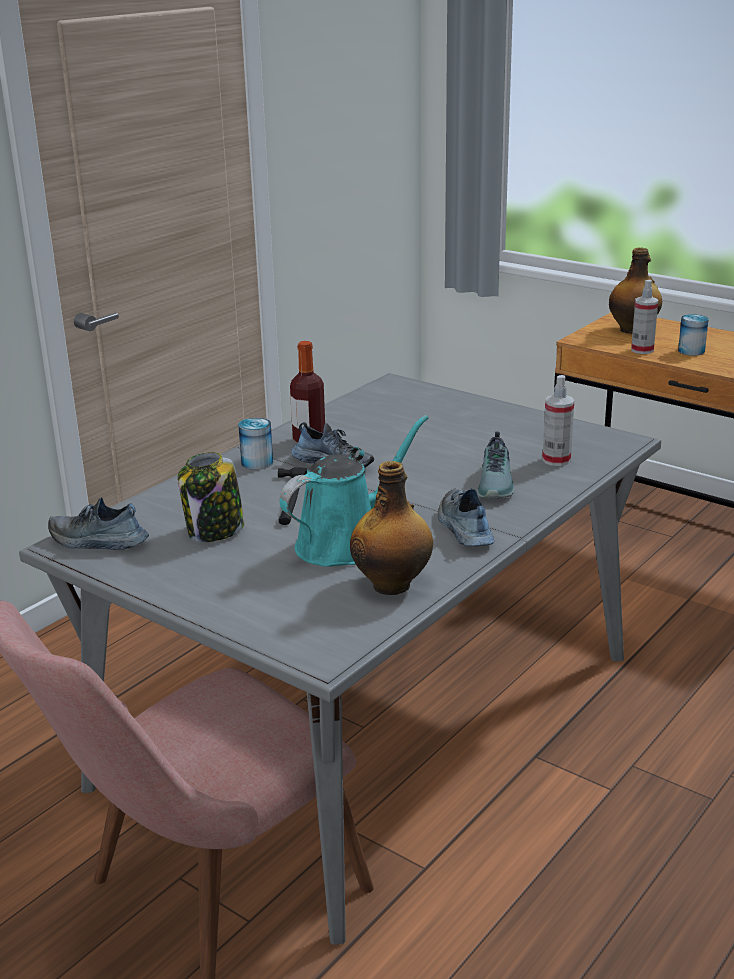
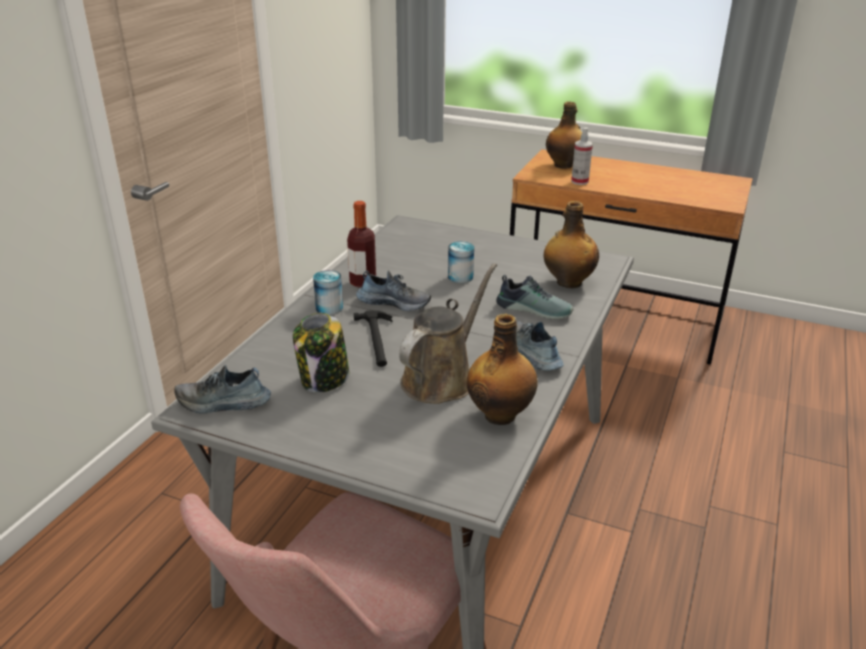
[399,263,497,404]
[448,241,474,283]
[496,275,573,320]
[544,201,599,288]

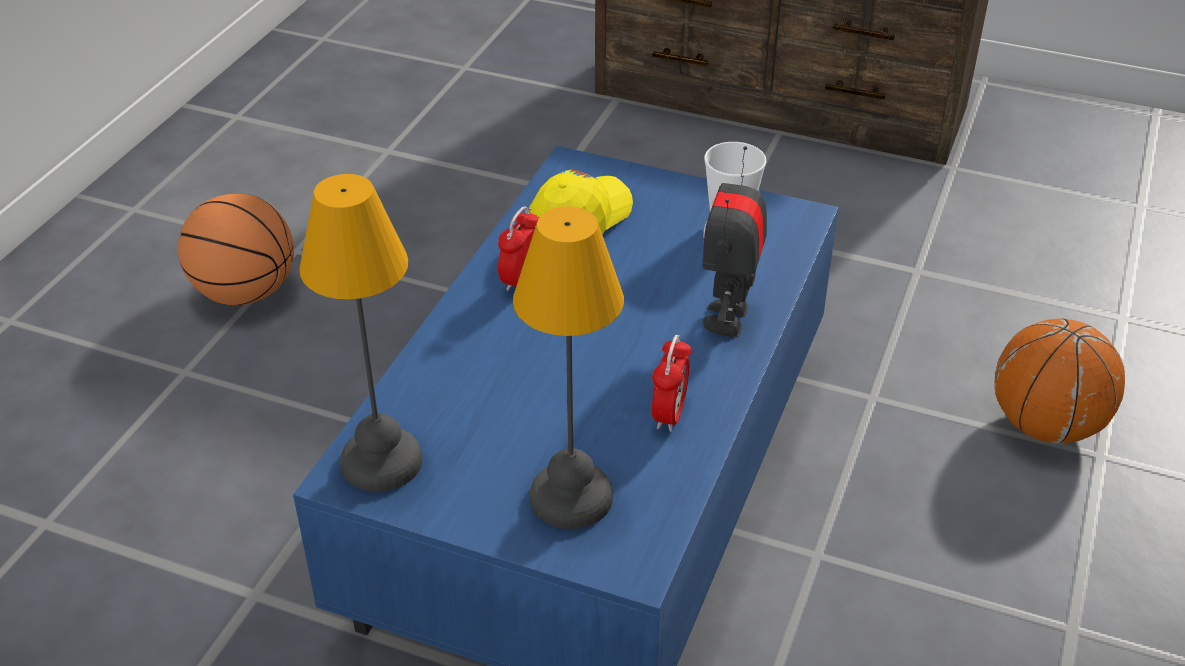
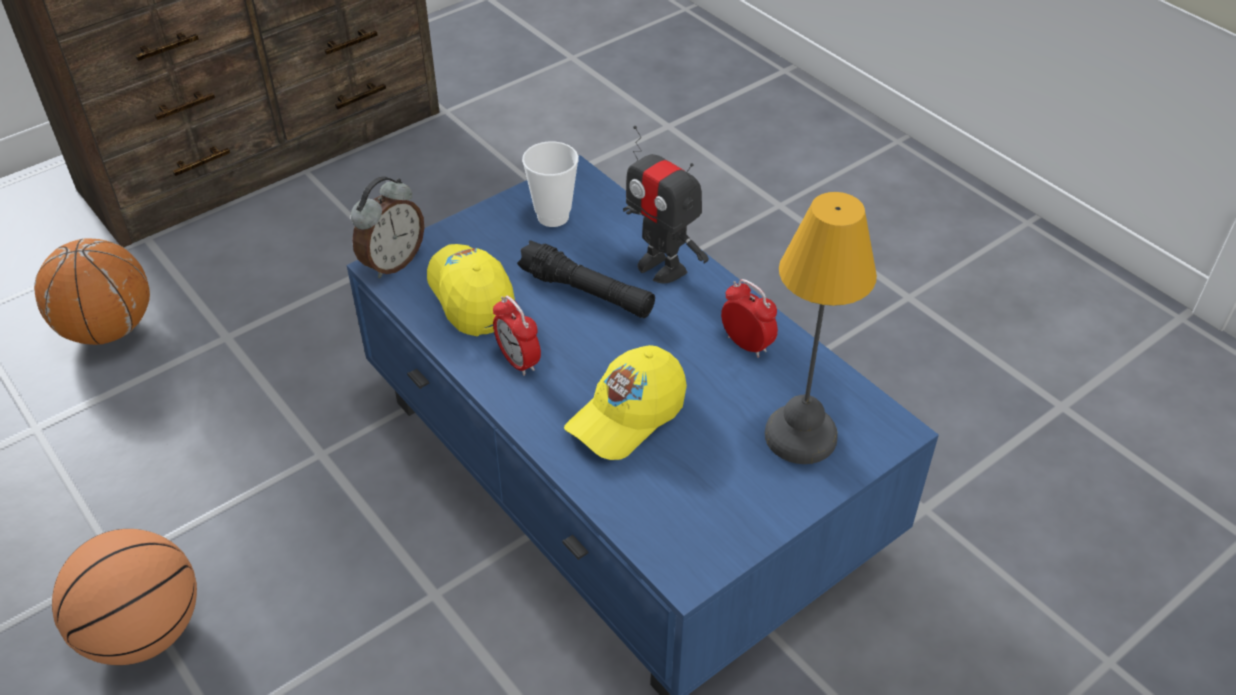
[34,239,150,345]
[351,176,424,278]
[517,240,655,318]
[564,345,687,460]
[299,174,423,492] (first image)

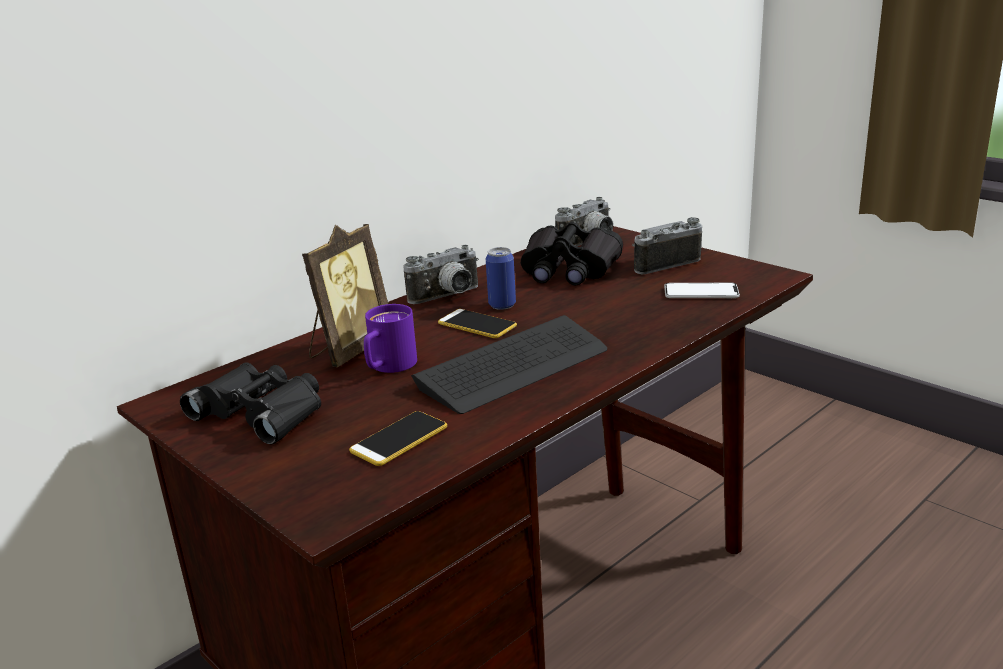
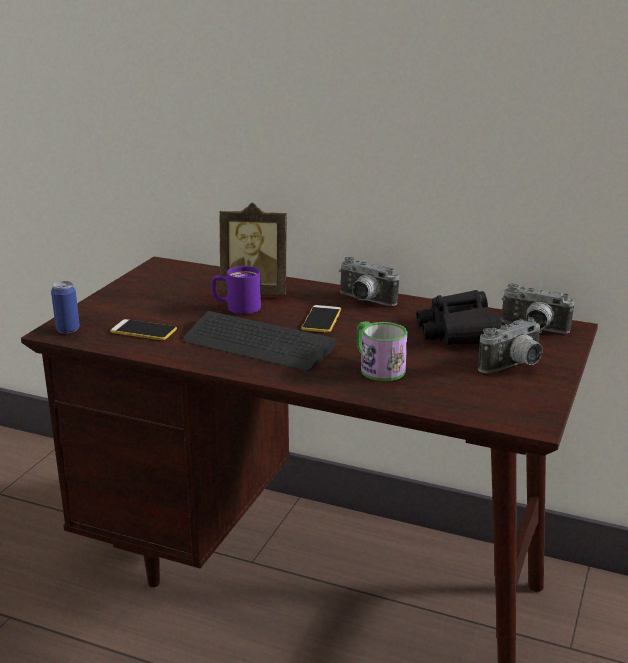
[51,281,80,334]
[356,321,407,381]
[478,317,543,373]
[180,362,321,445] (first image)
[664,282,740,298] (first image)

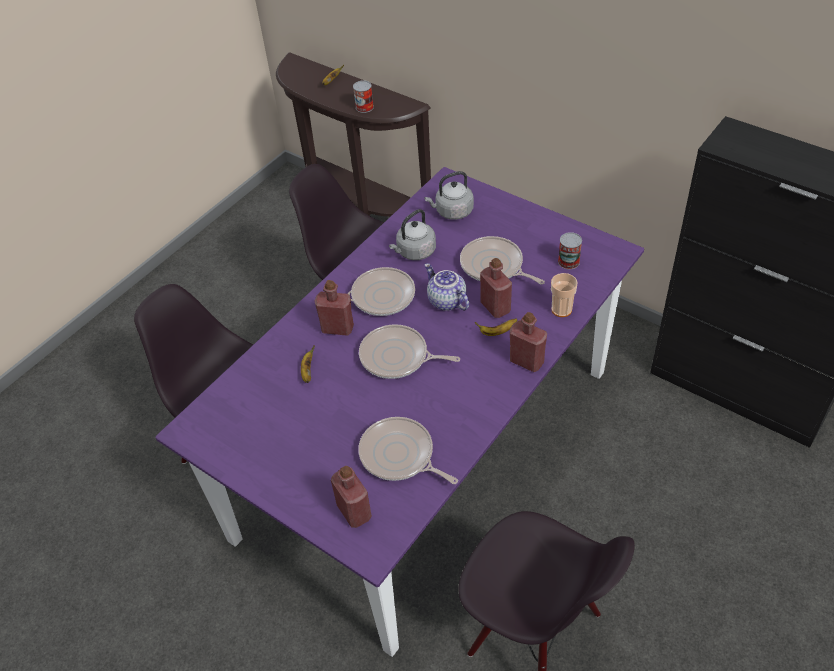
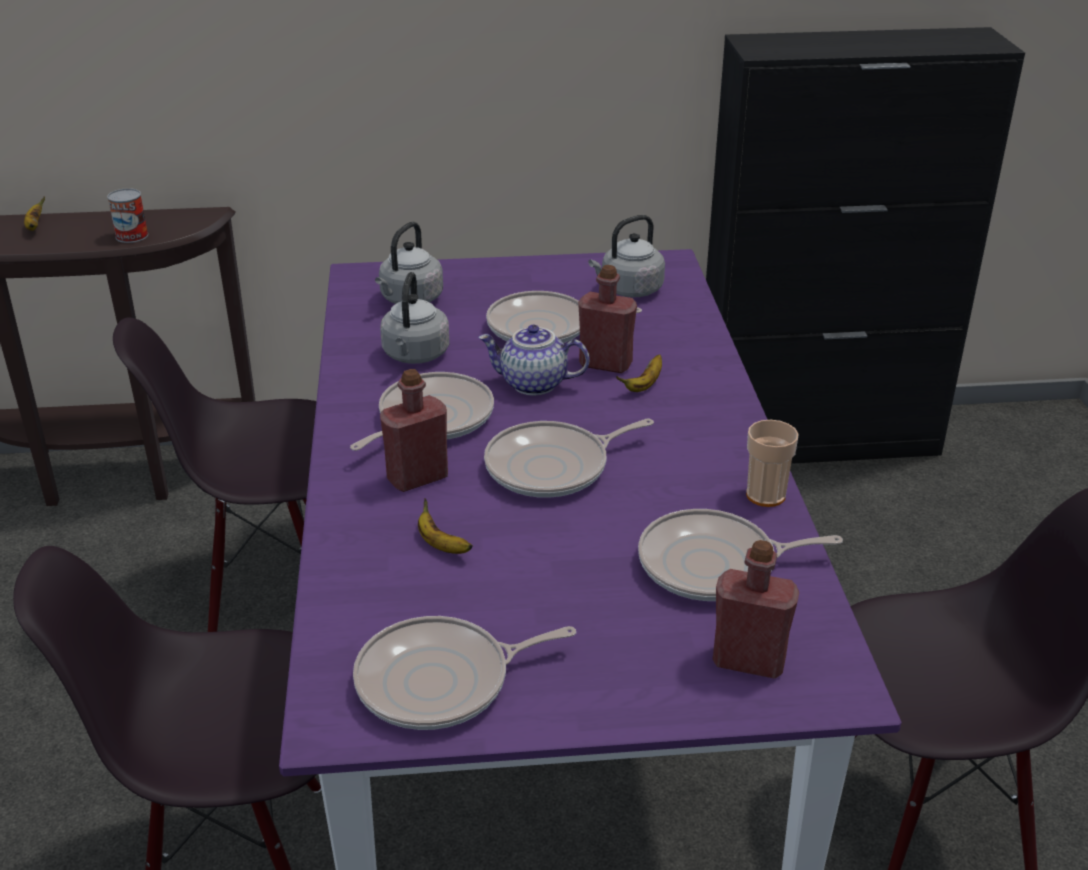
[353,616,576,730]
[588,215,665,297]
[746,420,799,507]
[510,312,547,372] (first image)

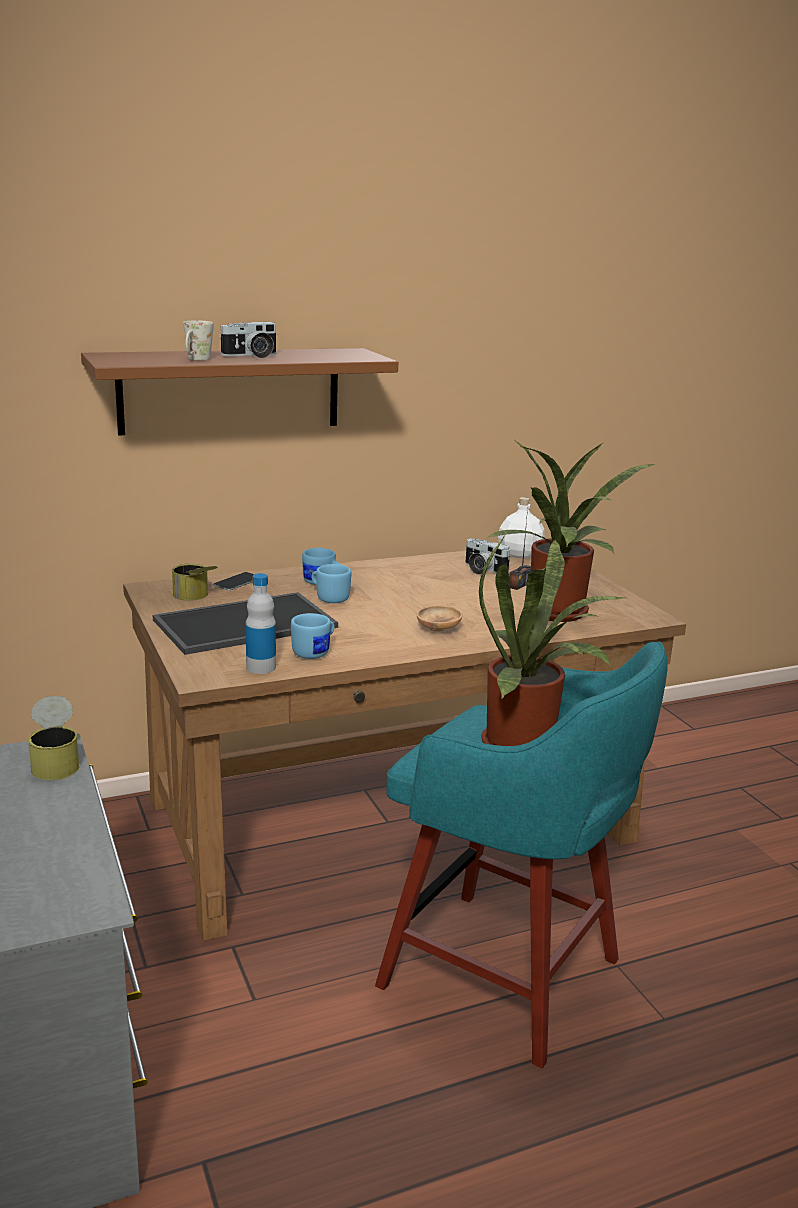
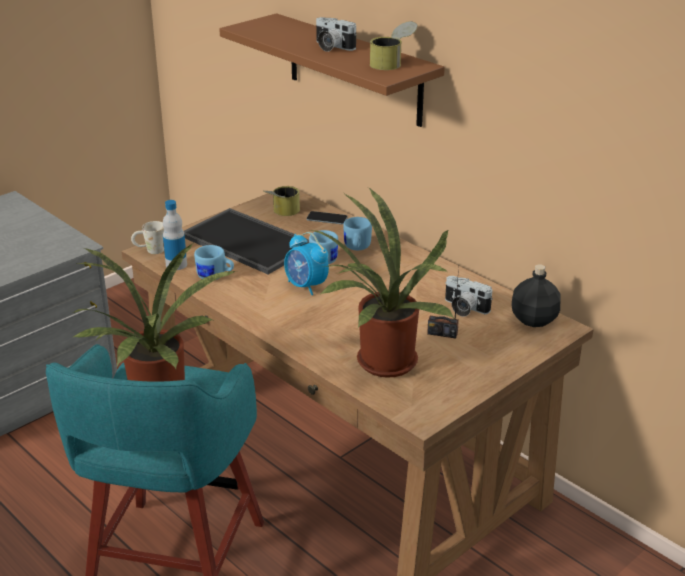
[131,221,164,254]
[284,232,329,295]
[370,21,418,70]
[445,276,493,317]
[511,264,560,327]
[417,606,462,632] (first image)

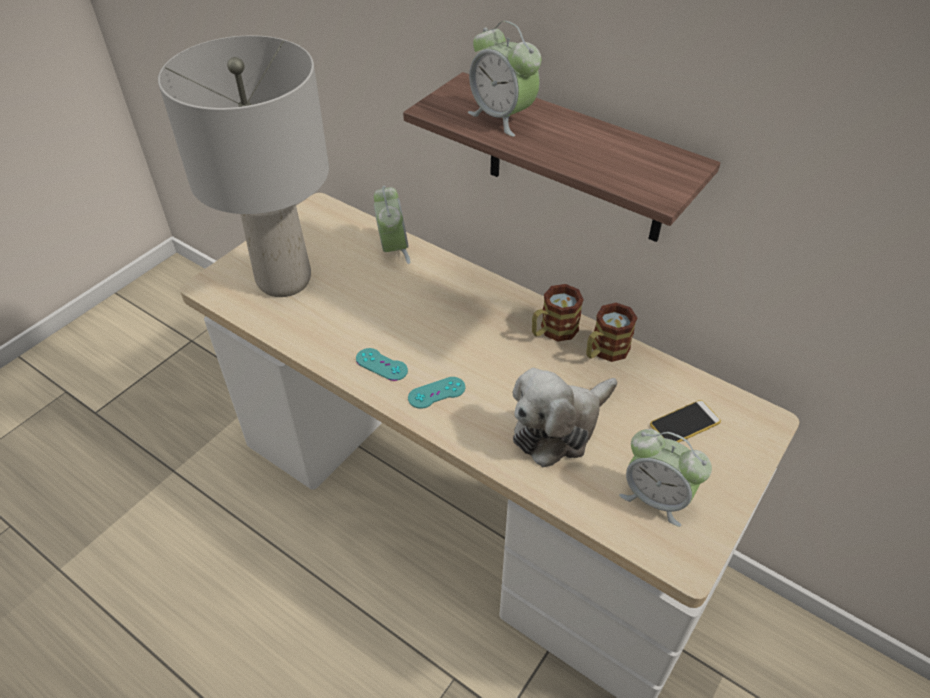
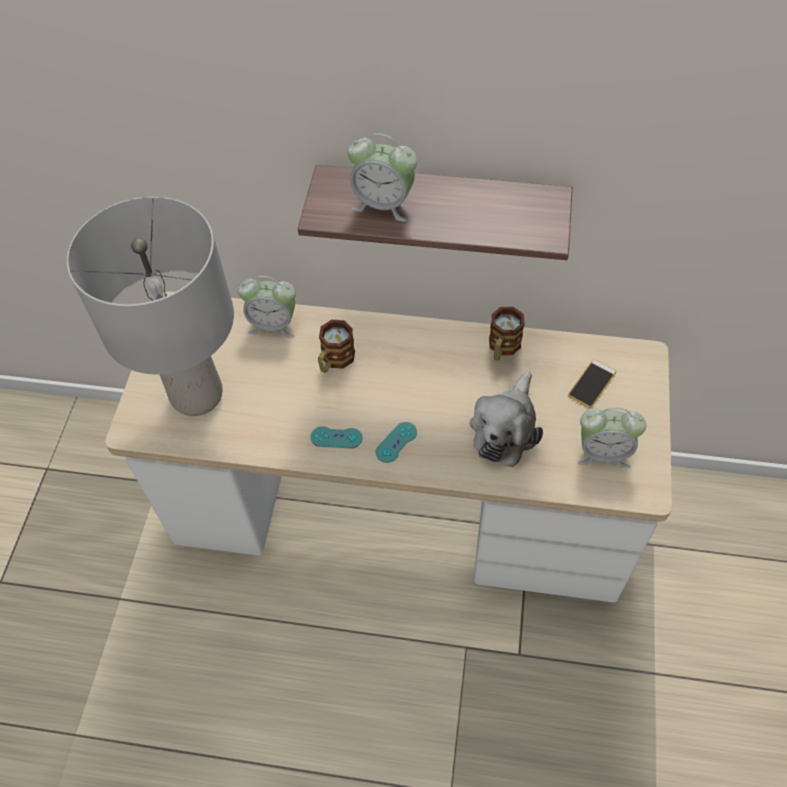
[238,276,296,337]
[318,320,355,373]

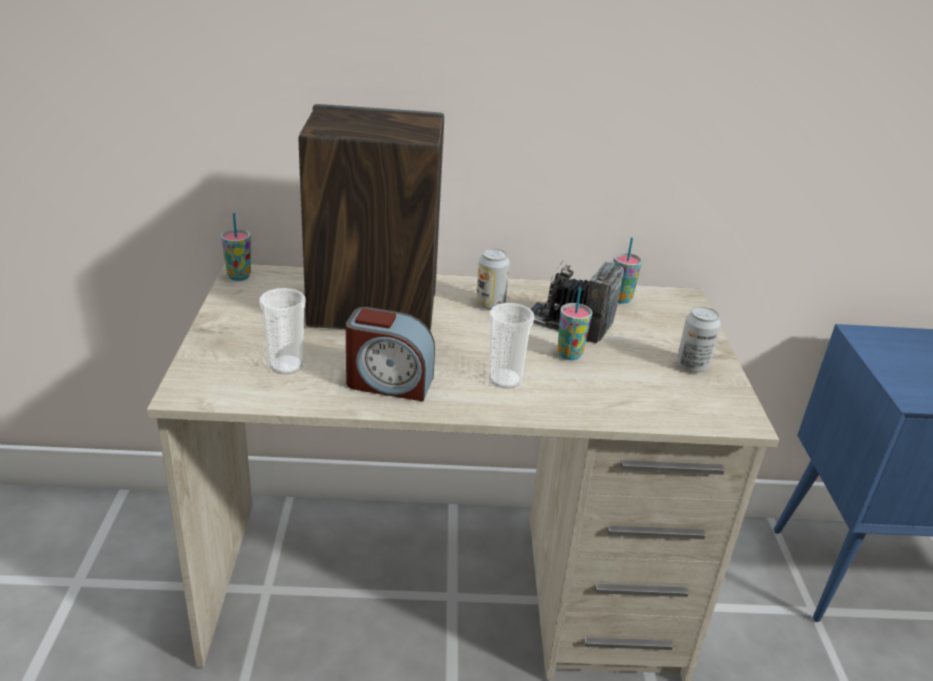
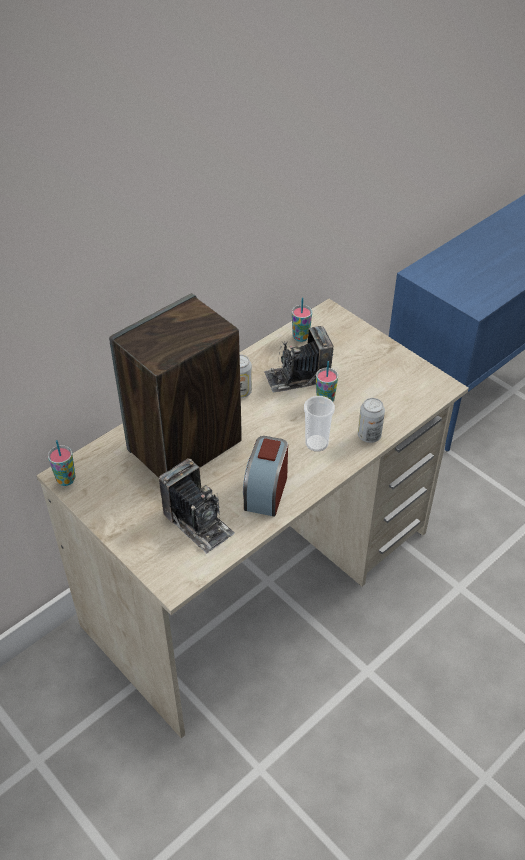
[159,459,235,554]
[243,436,288,517]
[358,398,385,443]

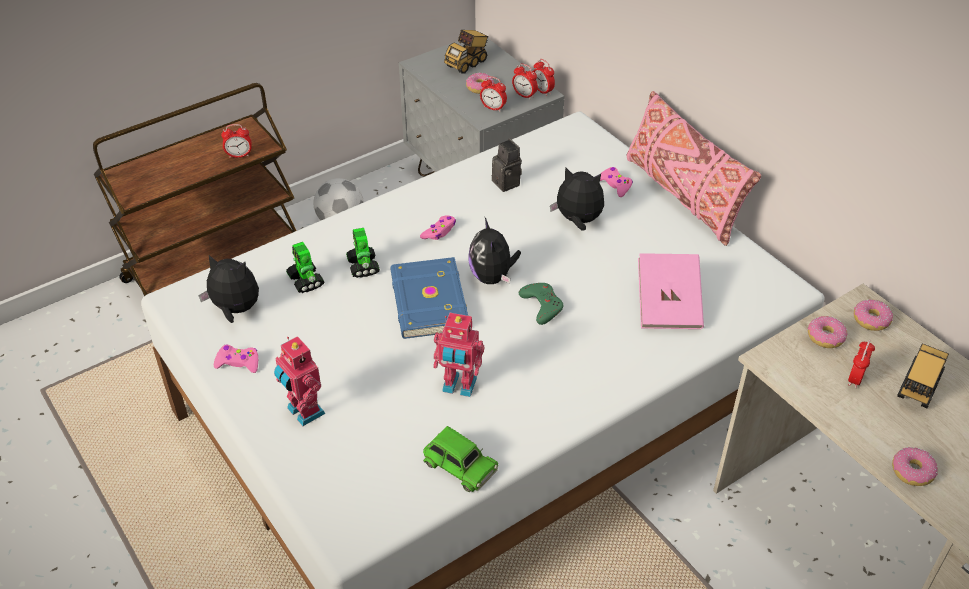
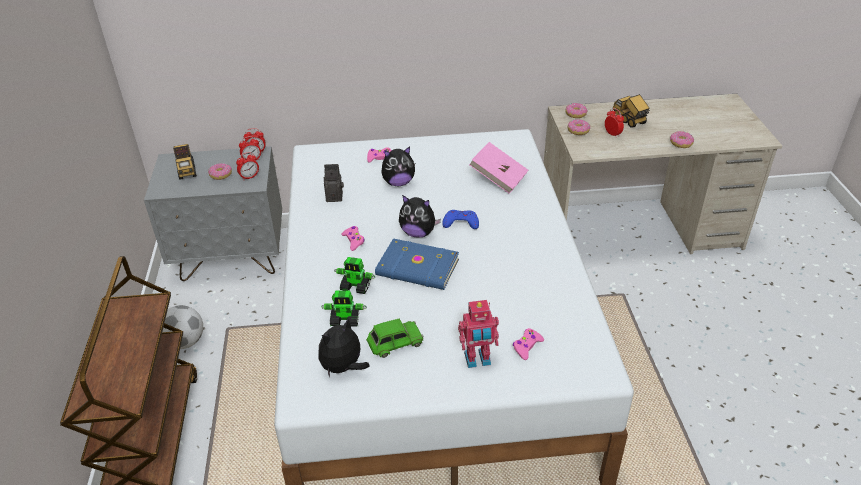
[366,319,424,358]
[381,147,415,186]
[442,210,479,229]
[513,328,544,360]
[221,124,252,158] (first image)
[433,313,484,397] (first image)
[627,91,761,246] (first image)

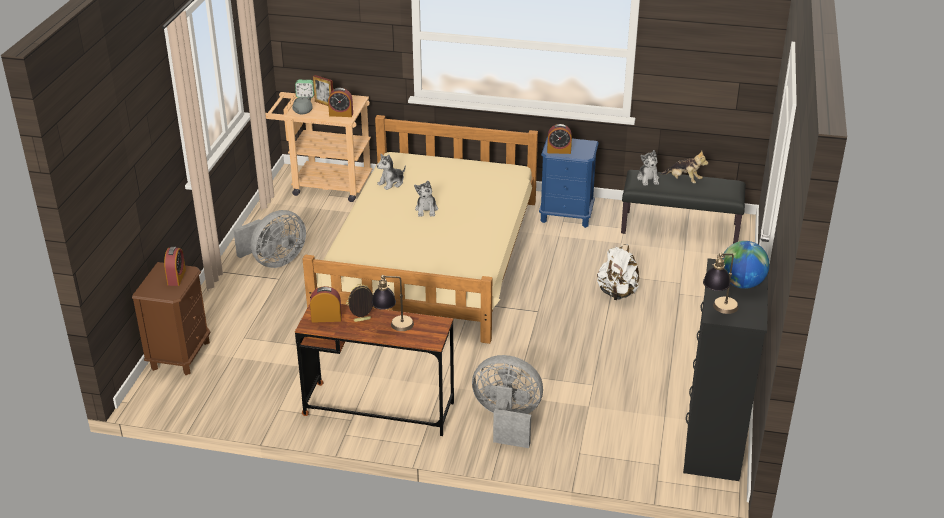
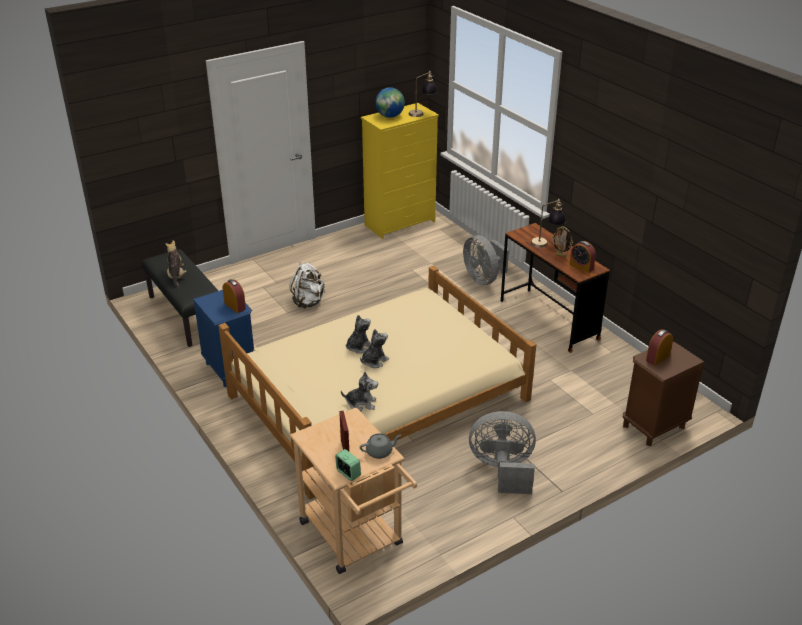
[346,315,371,354]
[361,103,439,239]
[328,88,353,117] (first image)

